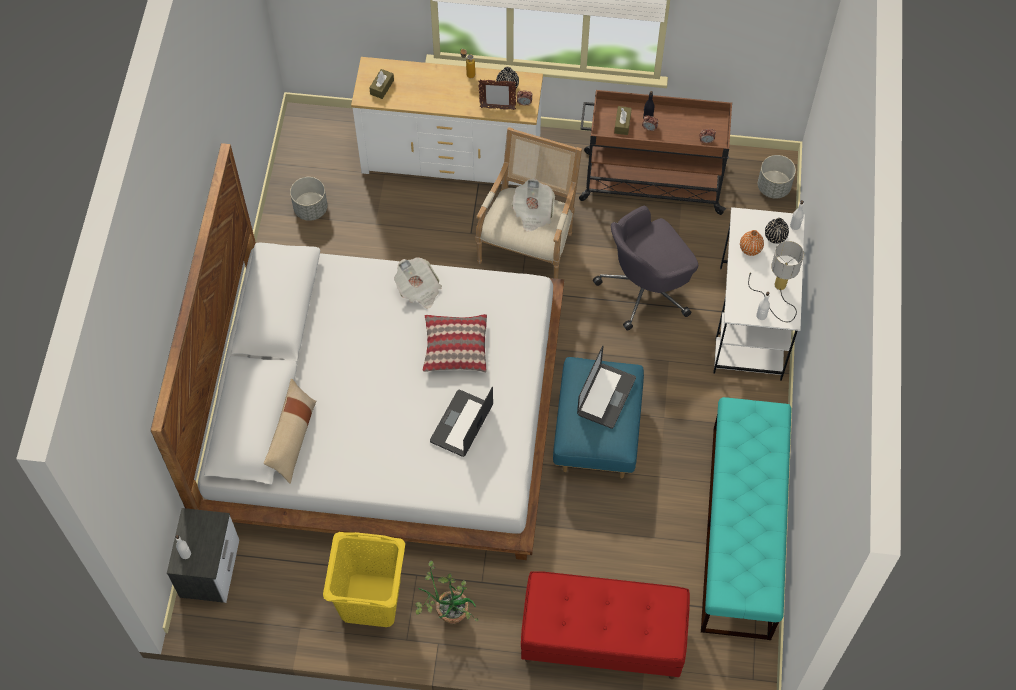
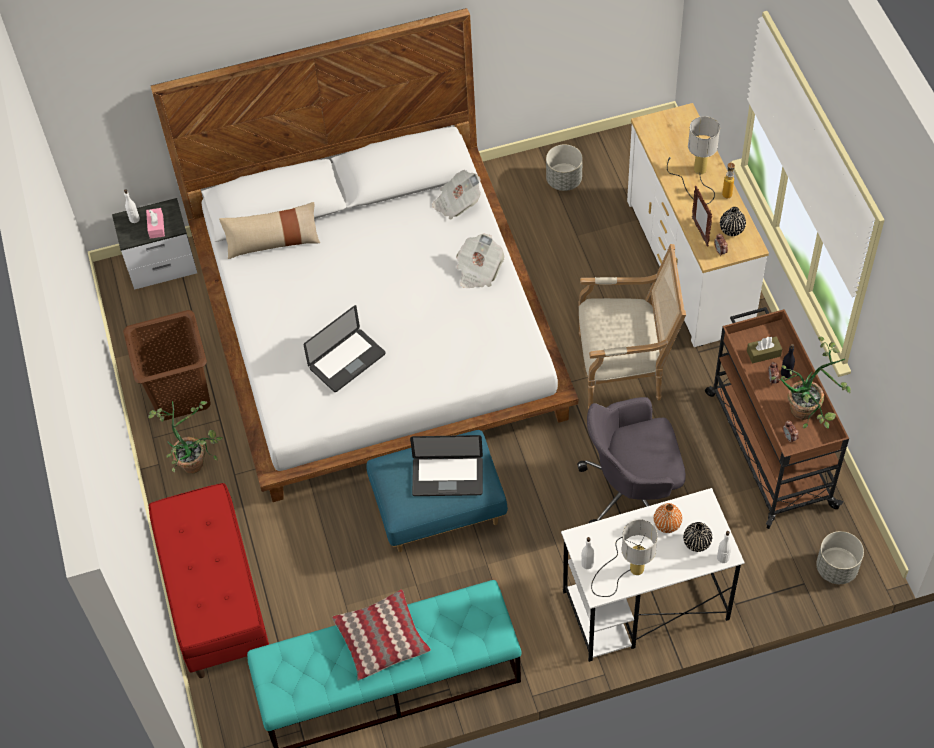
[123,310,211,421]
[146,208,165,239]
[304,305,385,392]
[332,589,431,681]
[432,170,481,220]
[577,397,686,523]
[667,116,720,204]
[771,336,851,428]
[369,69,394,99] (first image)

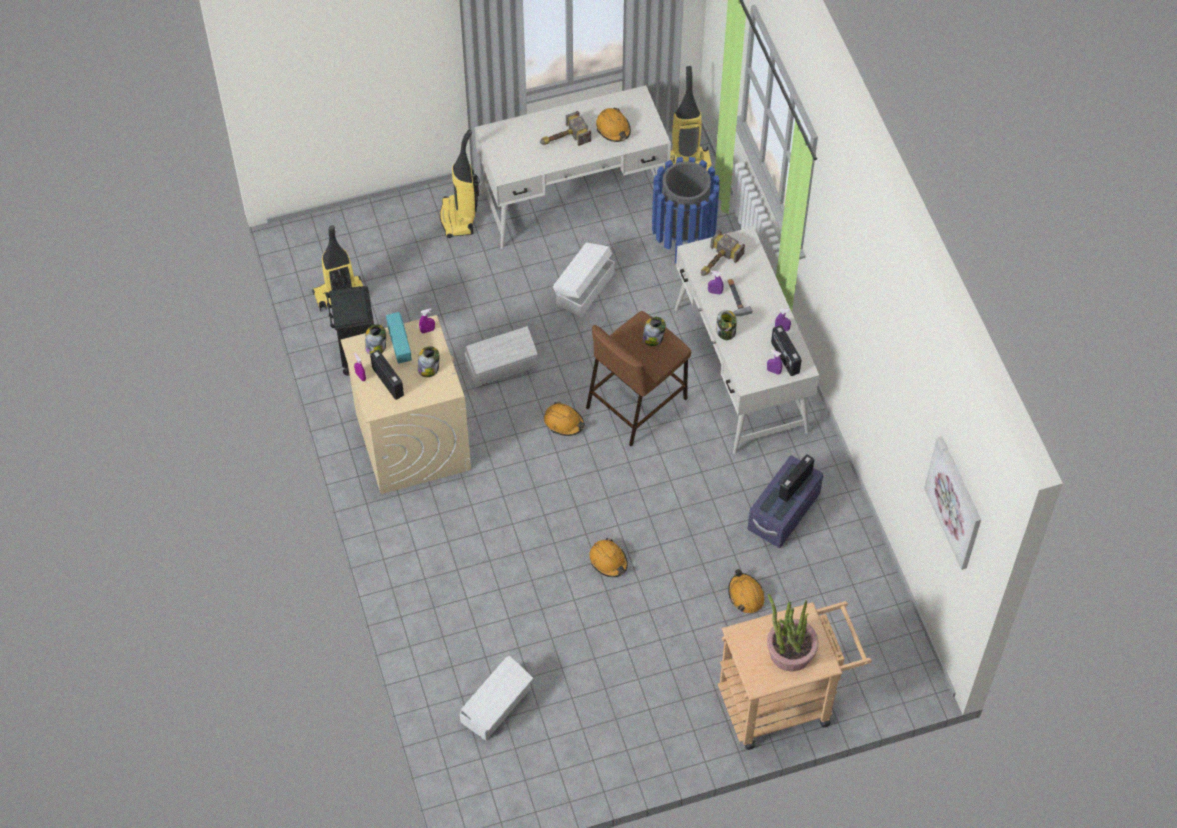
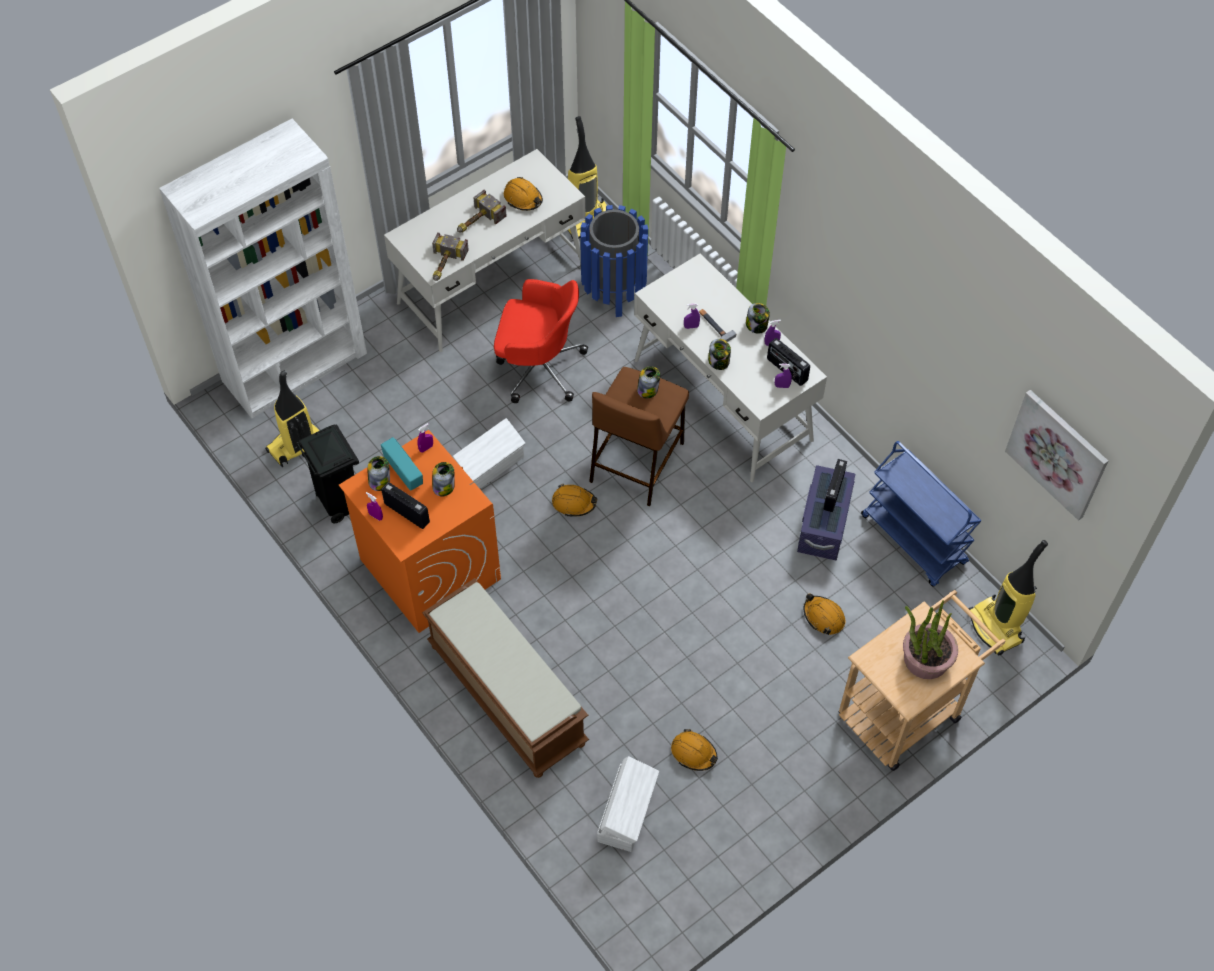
[159,119,367,418]
[339,430,501,633]
[422,578,589,778]
[432,232,469,281]
[494,279,588,403]
[671,729,718,771]
[746,303,770,334]
[861,441,981,587]
[969,540,1048,656]

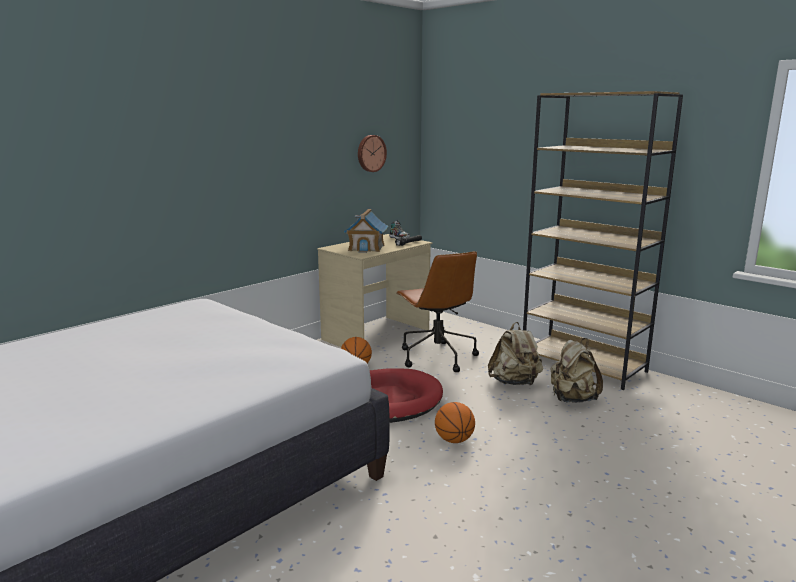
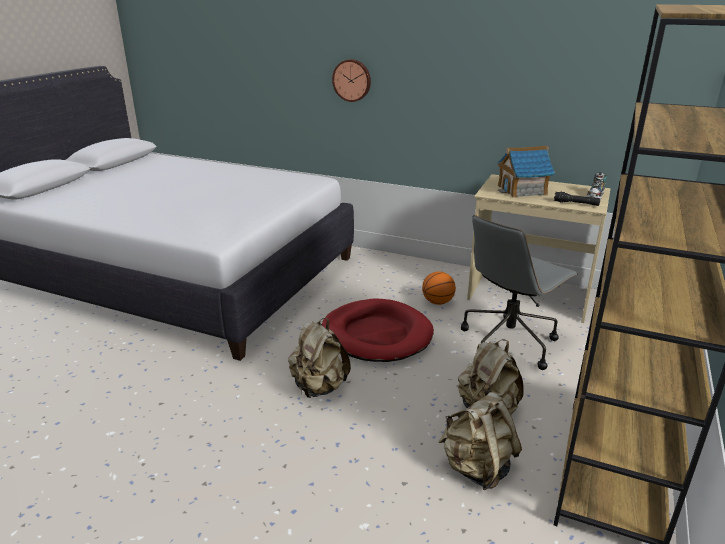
[288,318,351,398]
[332,59,371,102]
[461,215,578,370]

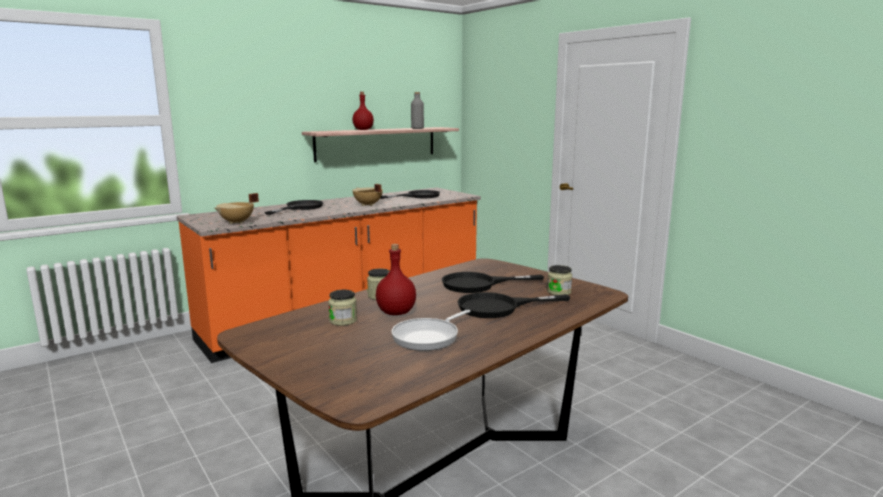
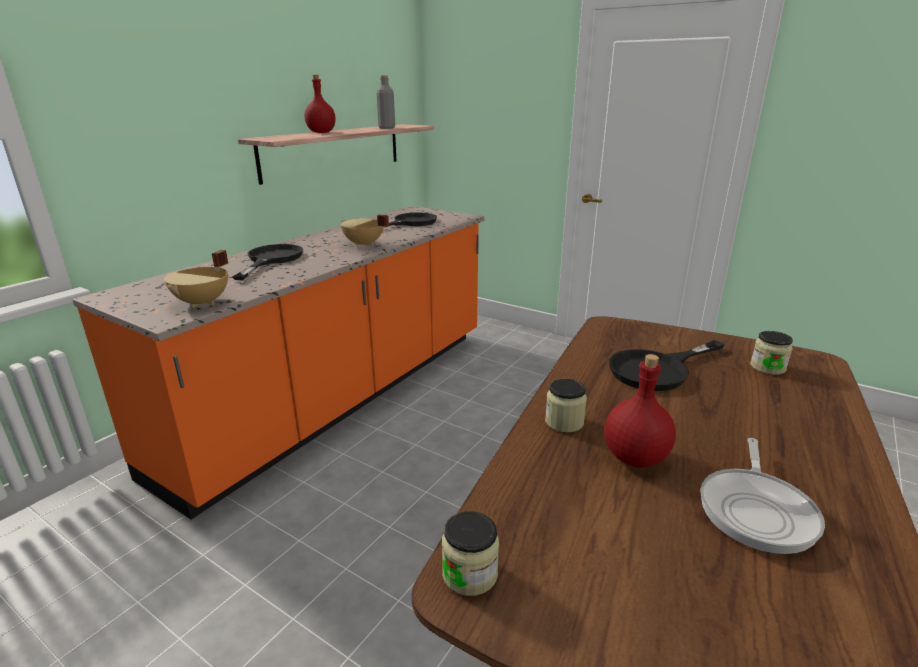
[442,511,499,596]
[457,292,571,318] (first image)

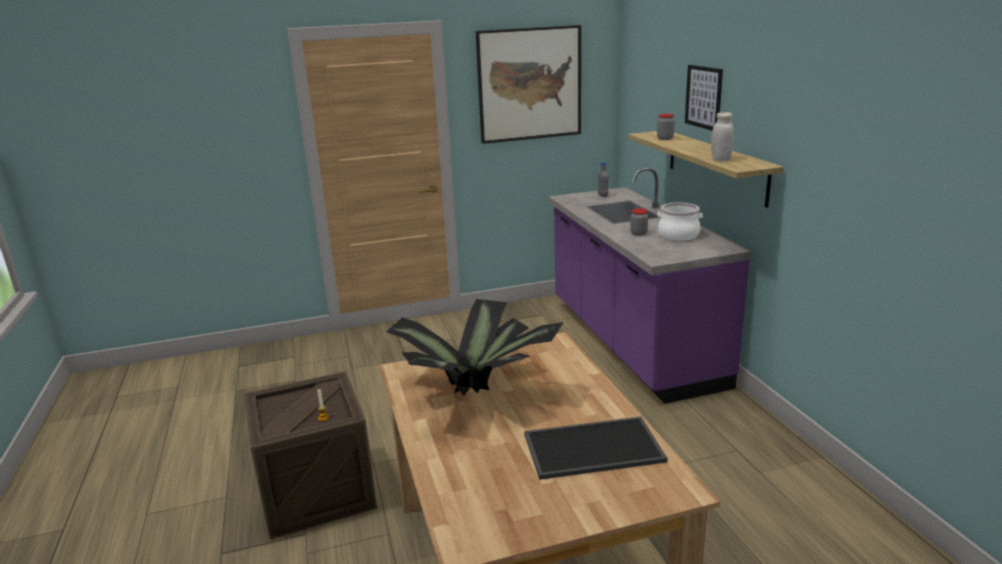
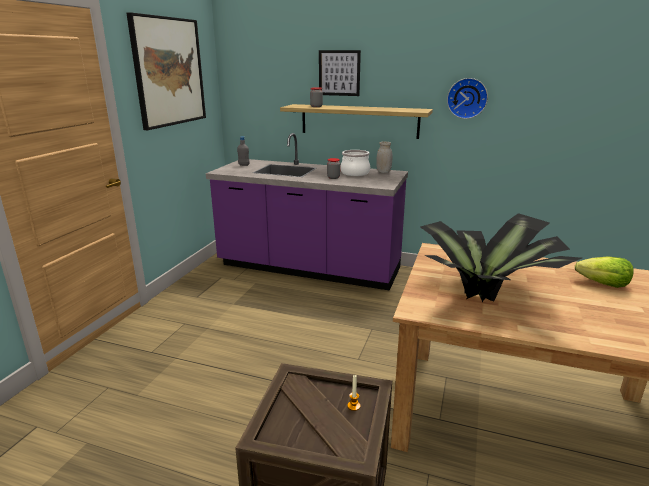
[376,141,393,173]
[447,78,488,119]
[575,257,634,288]

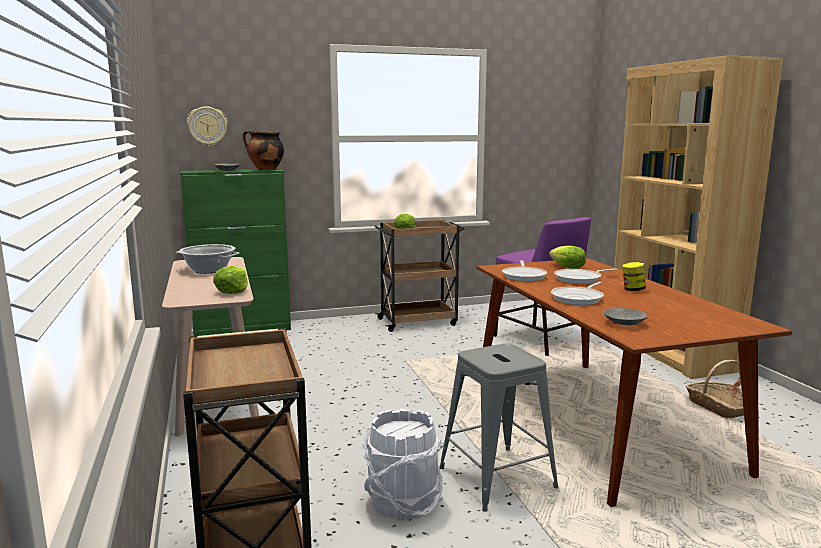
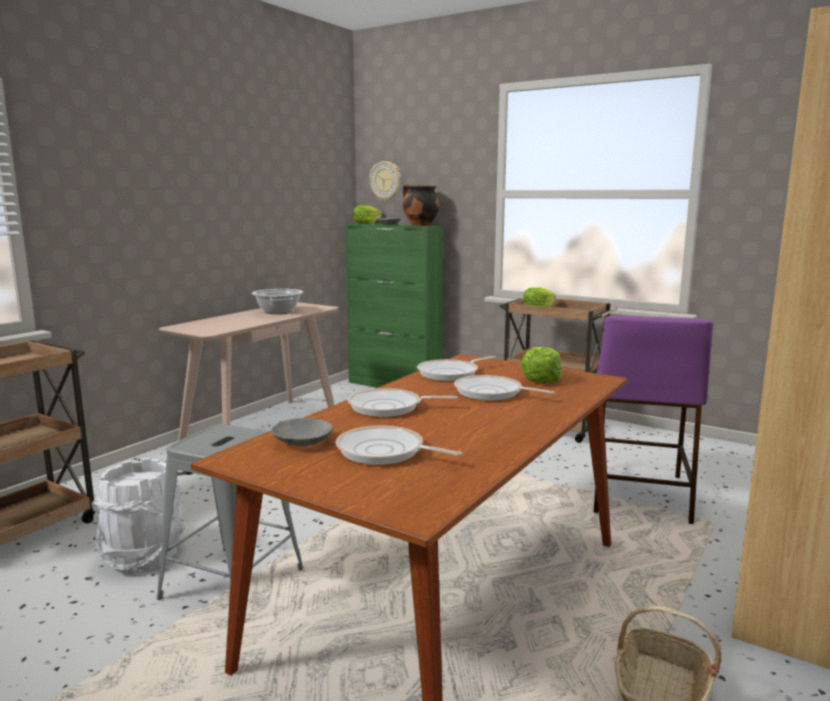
[336,426,462,465]
[353,205,382,224]
[622,262,646,291] (first image)

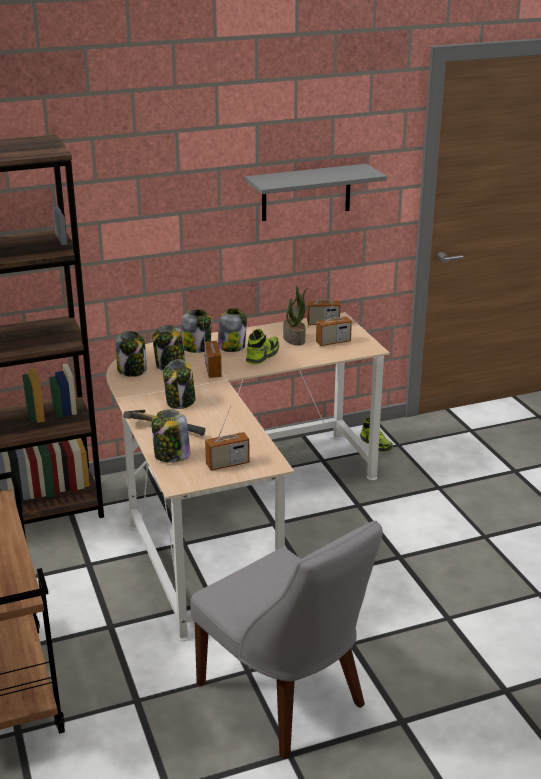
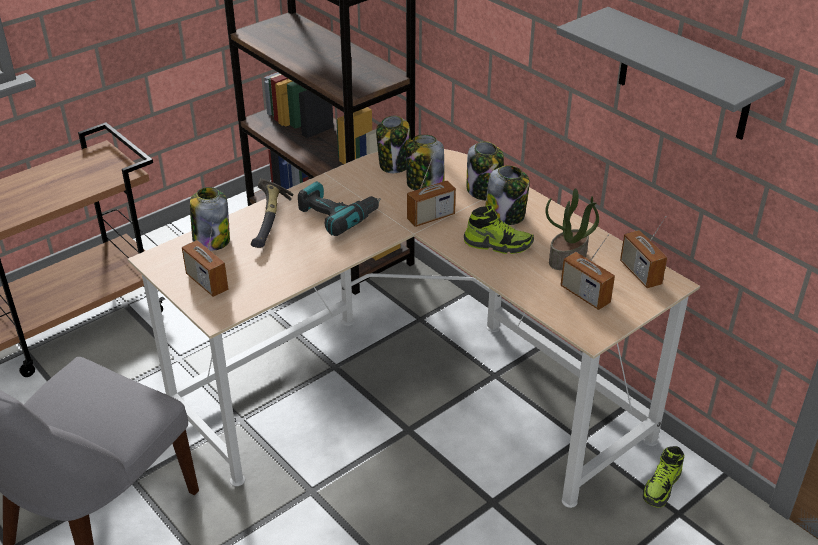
[298,181,381,236]

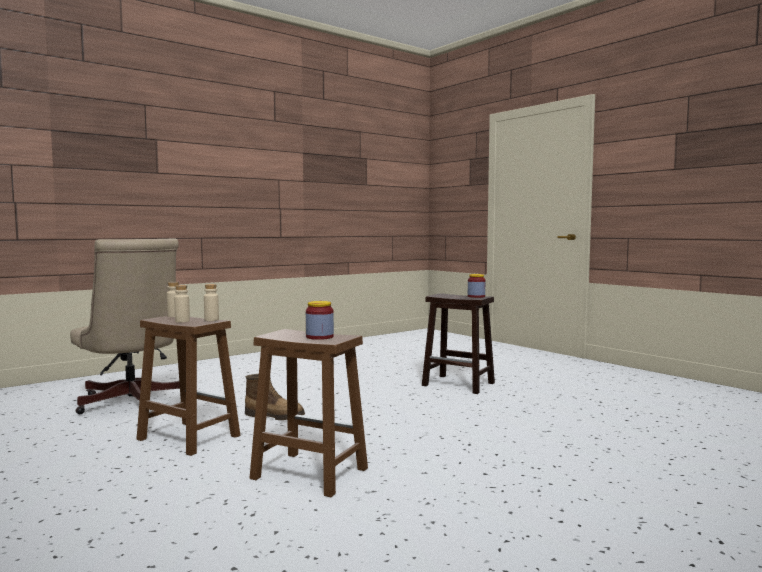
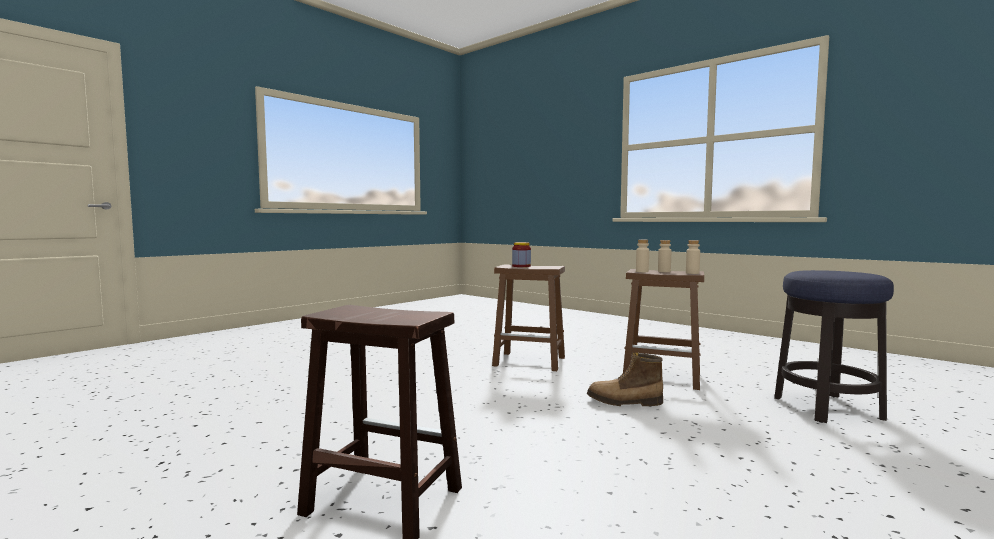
[774,270,894,423]
[468,274,485,298] (first image)

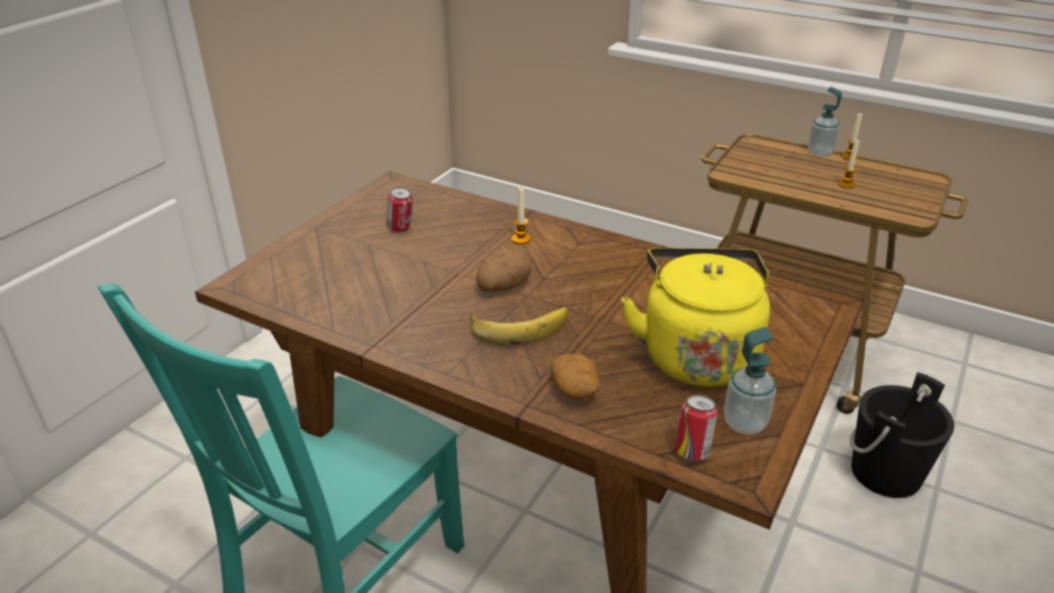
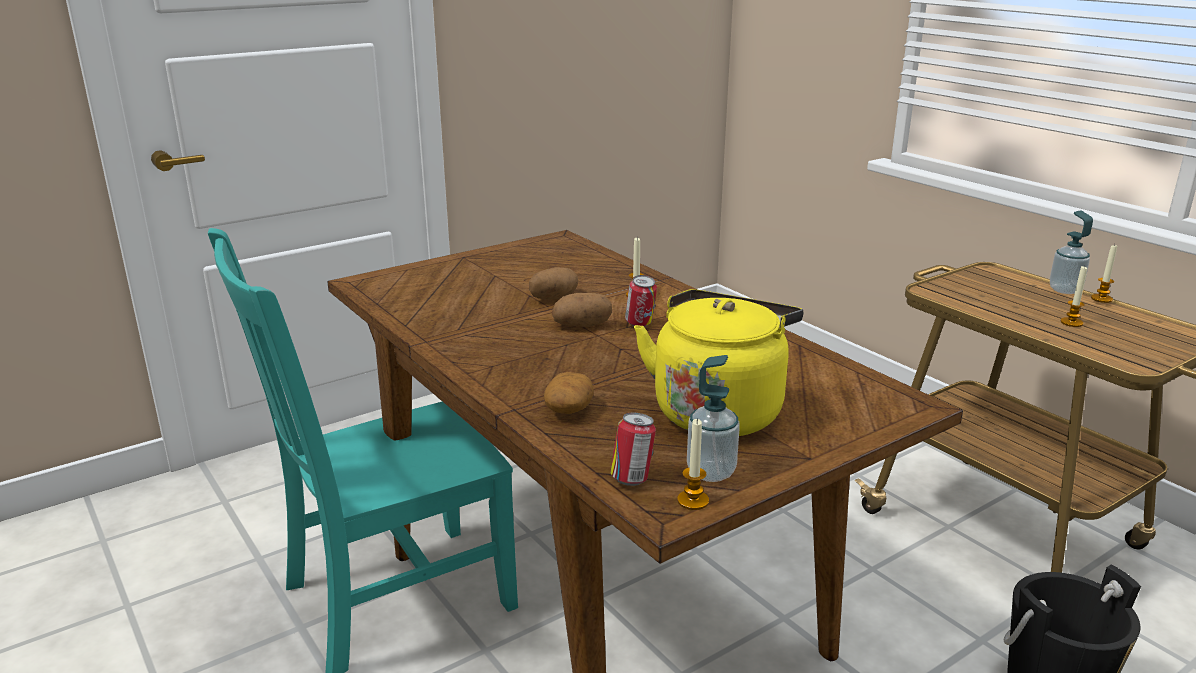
[529,267,578,300]
[625,275,657,326]
[677,418,709,510]
[470,308,568,345] (first image)

